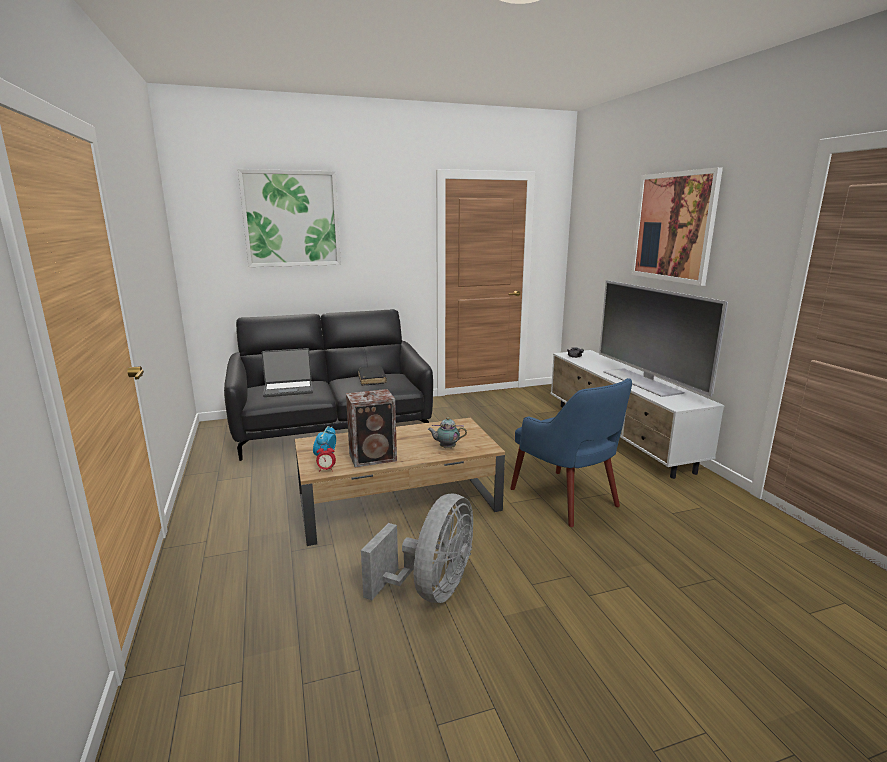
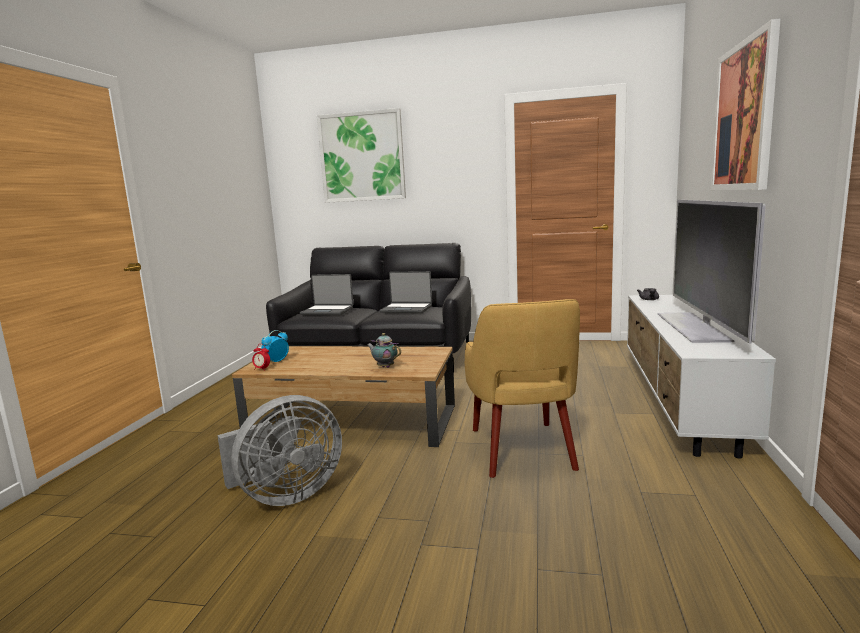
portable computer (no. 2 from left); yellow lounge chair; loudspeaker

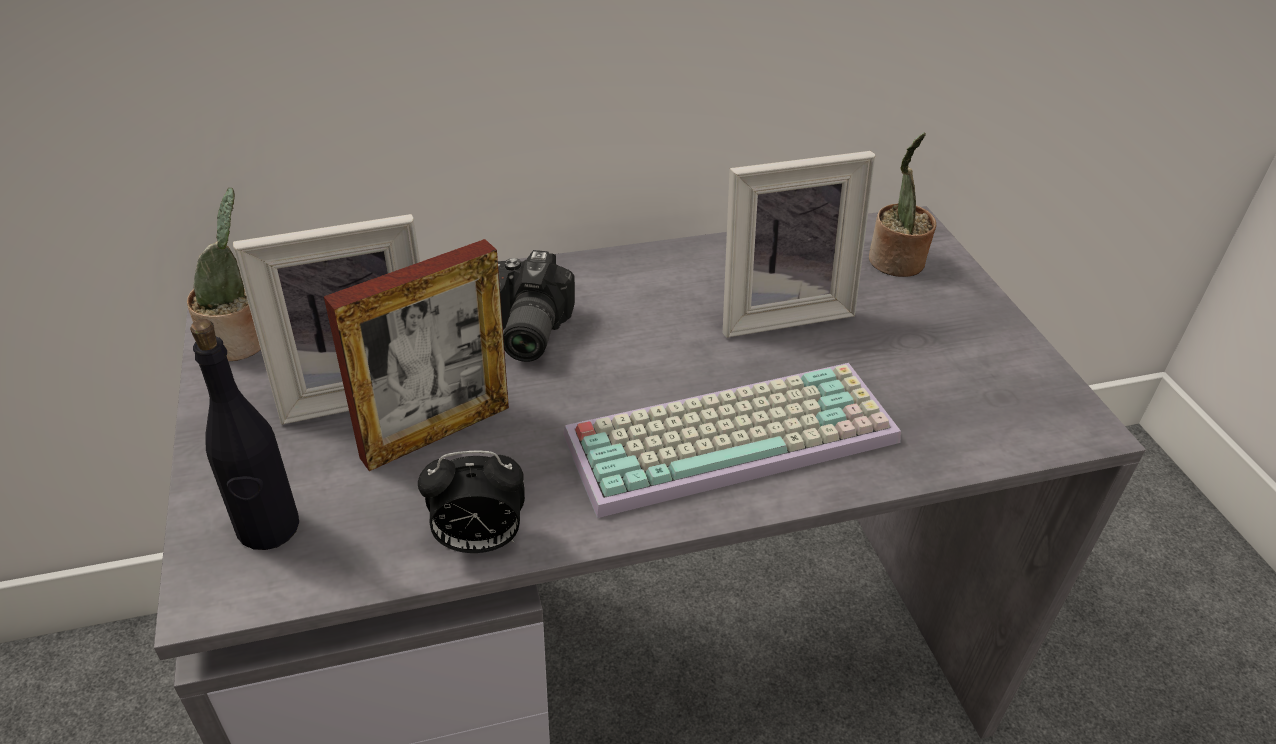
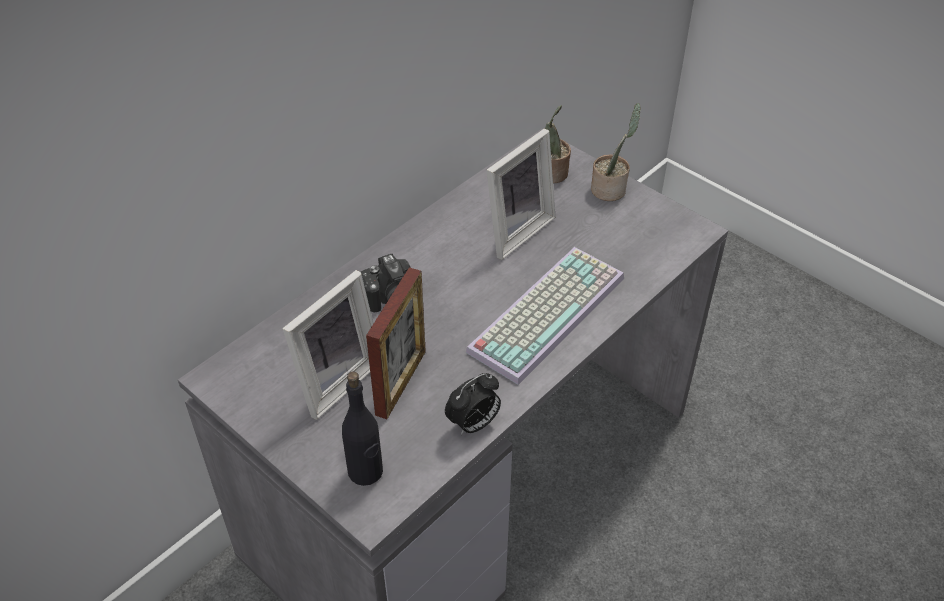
houseplant (no. 2 from left)

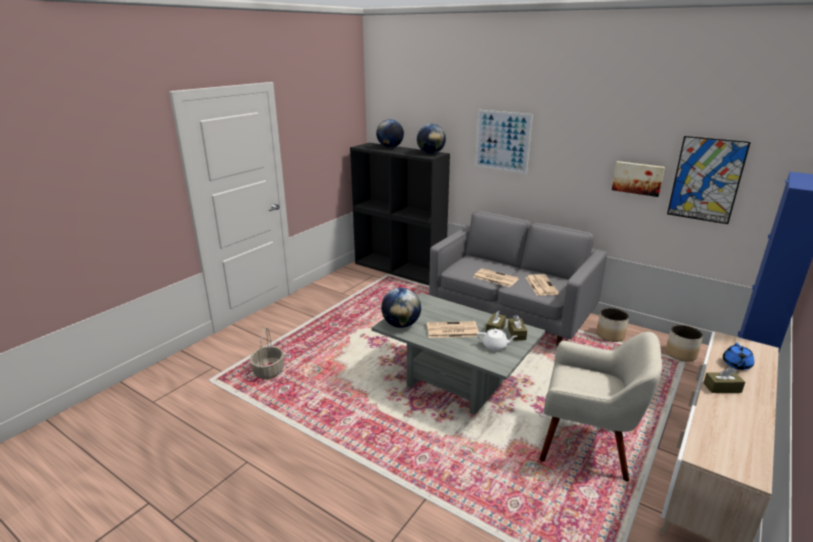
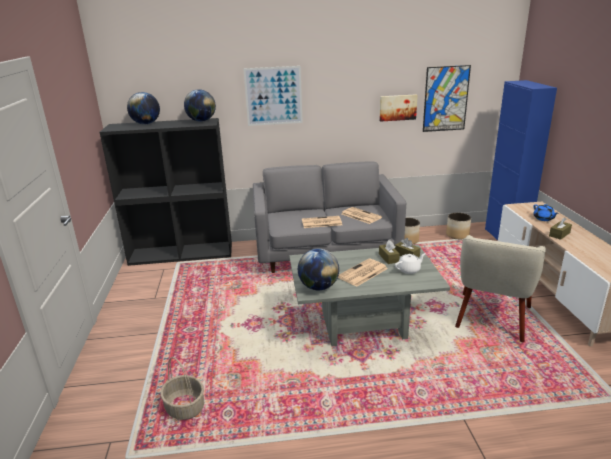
beige lounge chair

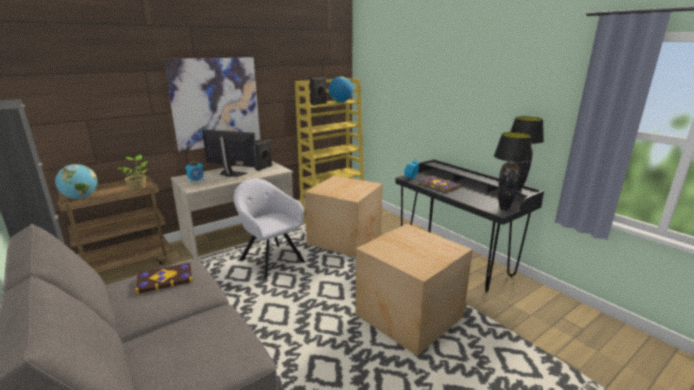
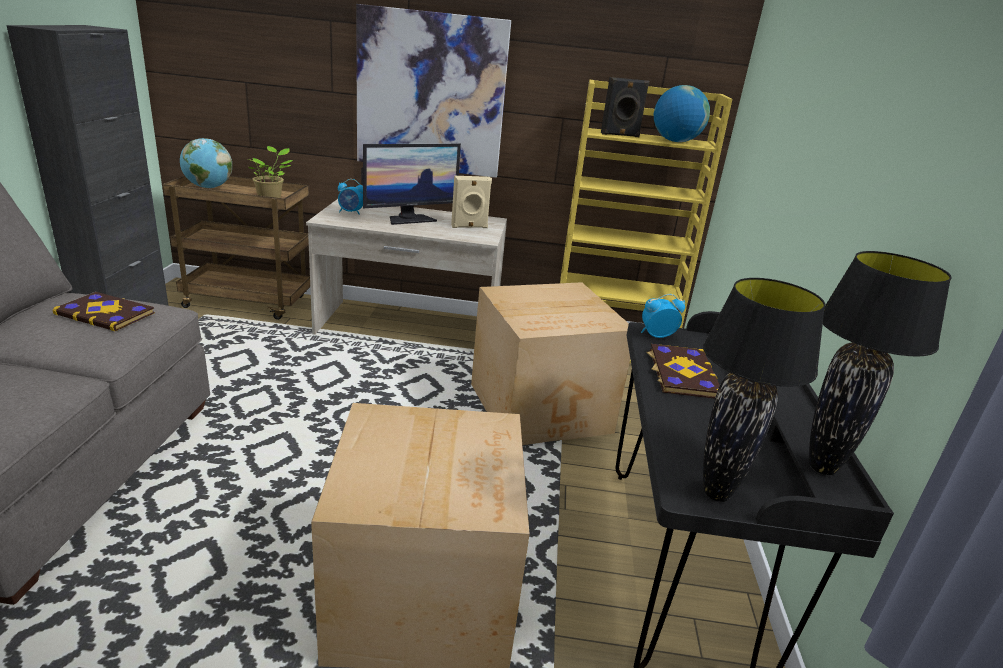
computer screen; beige loudspeaker; gray lounge chair

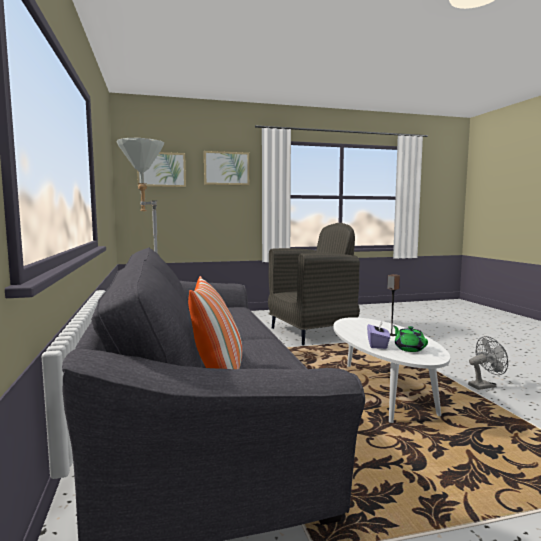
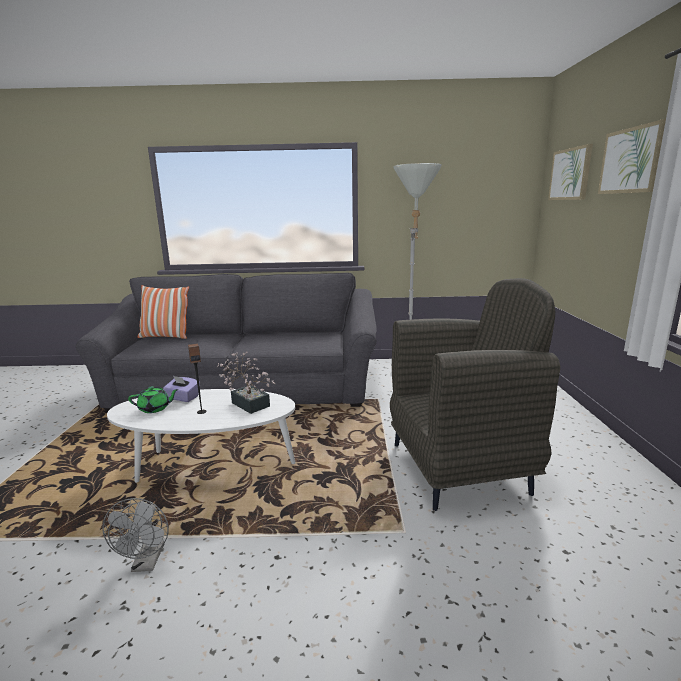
gray lounge chair; houseplant

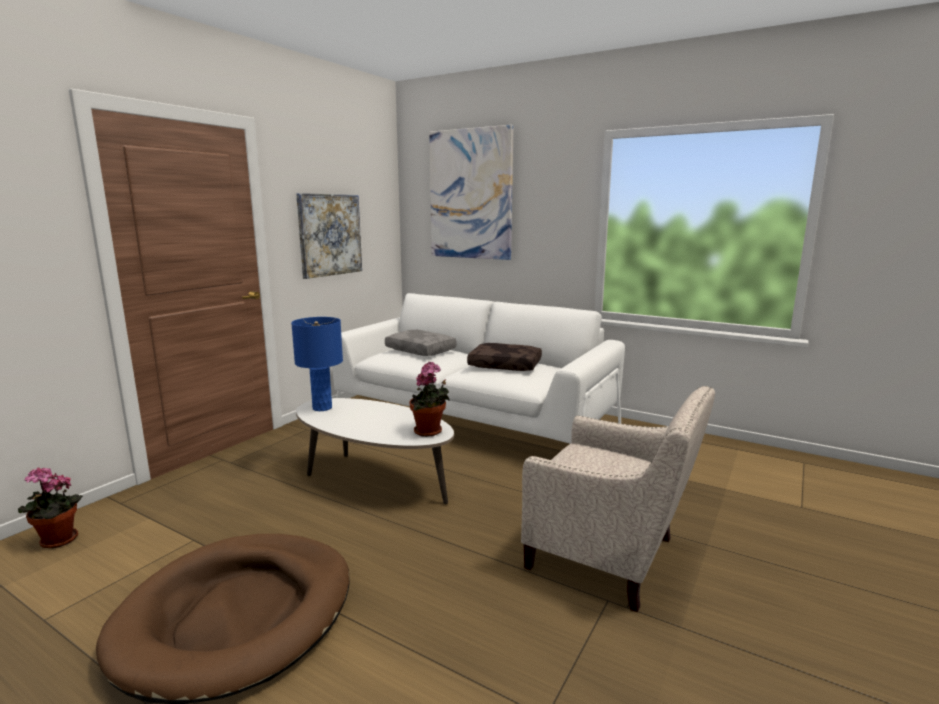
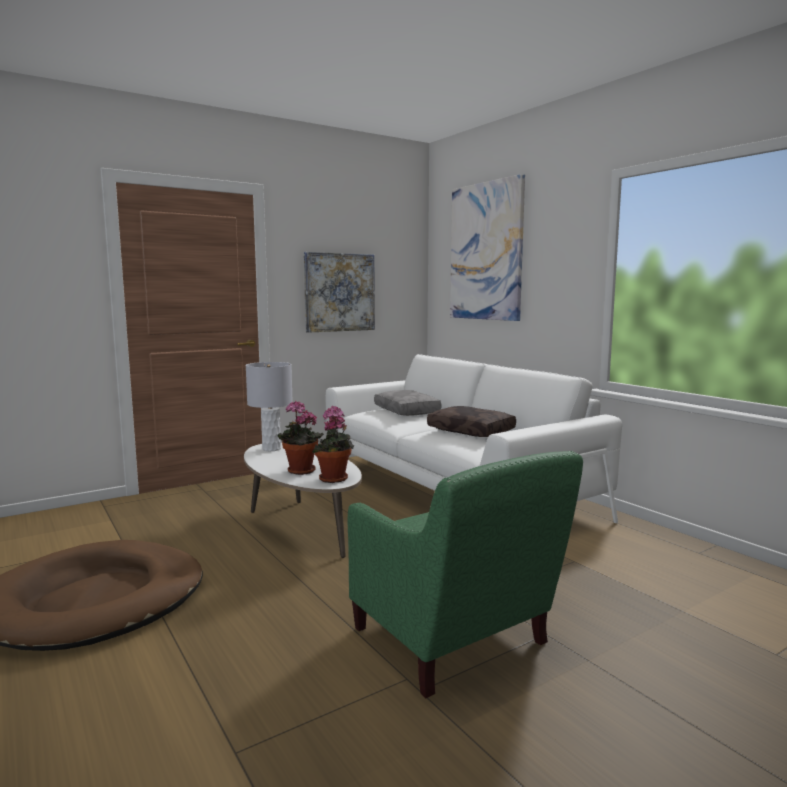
gray tabletop lamp; green lounge chair; houseplant (no. 1 from left)

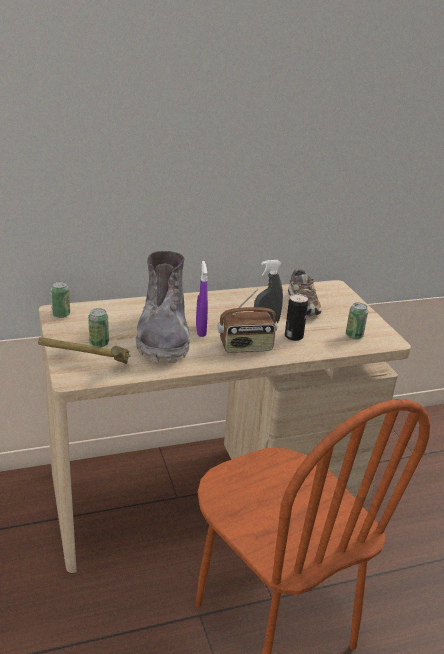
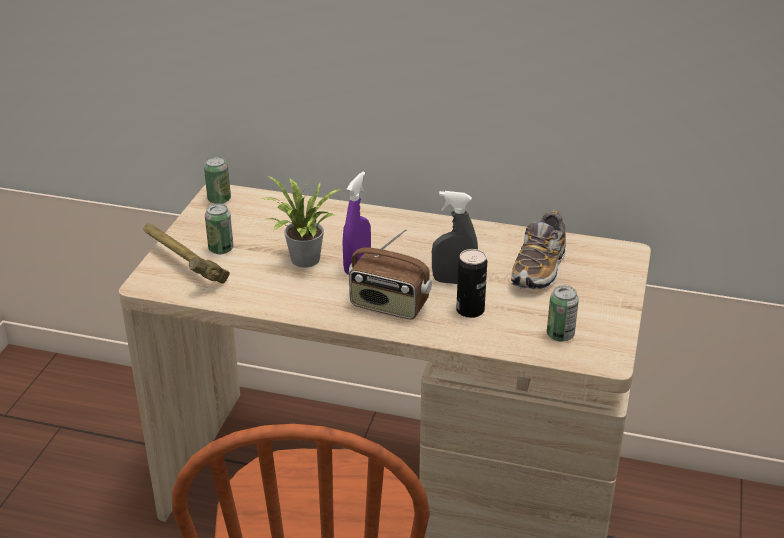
houseplant

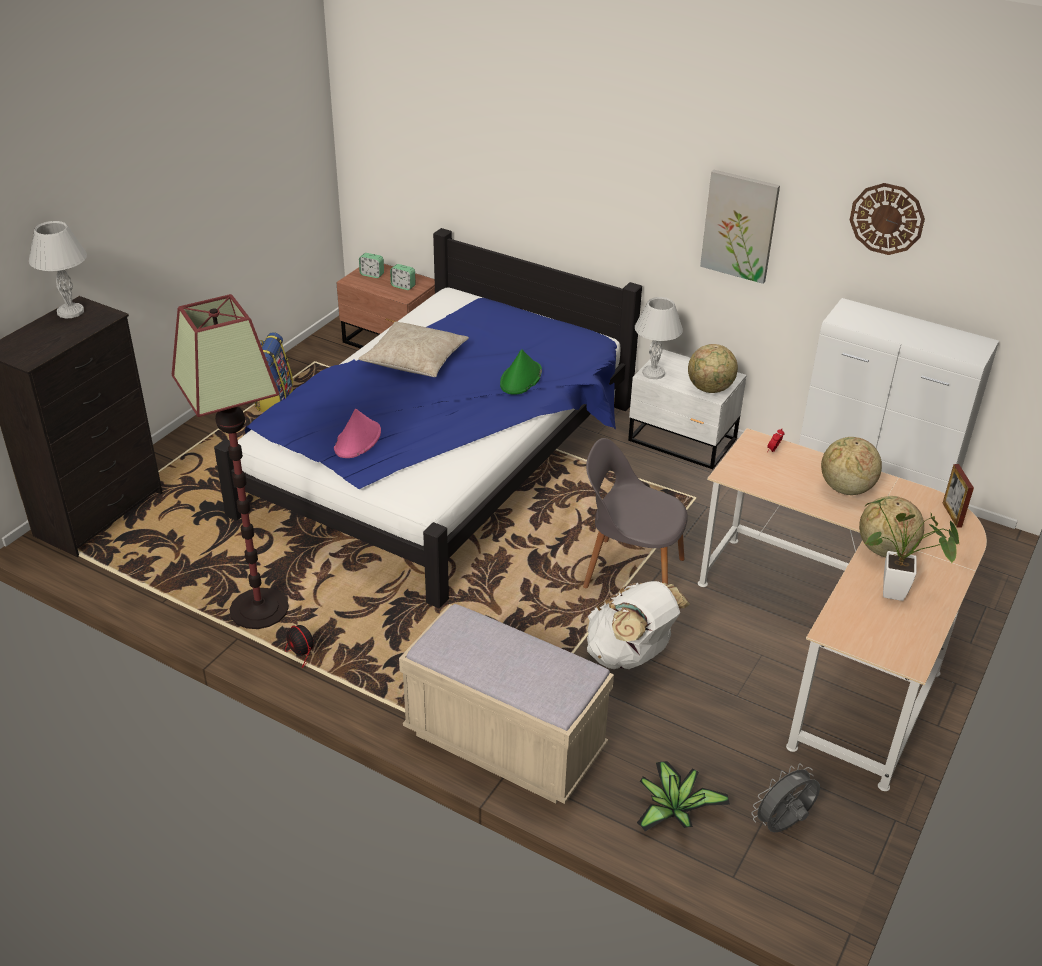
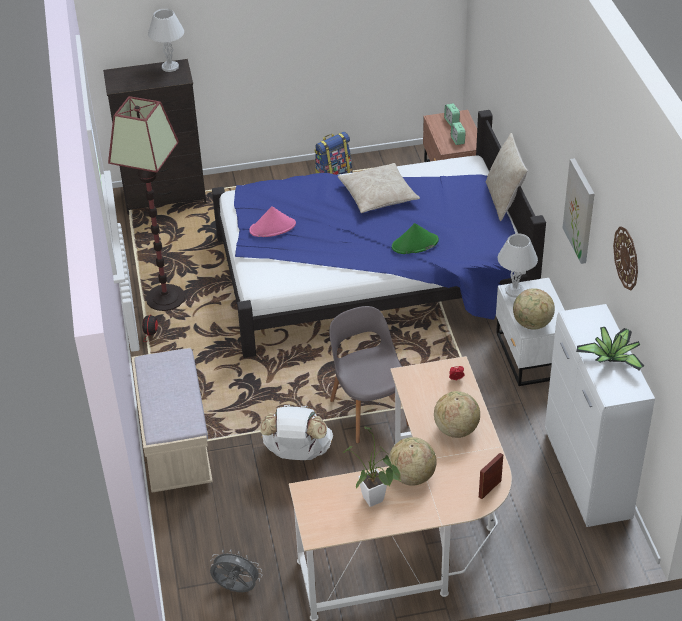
houseplant (no. 2 from left); beige pillow (no. 2 from left)

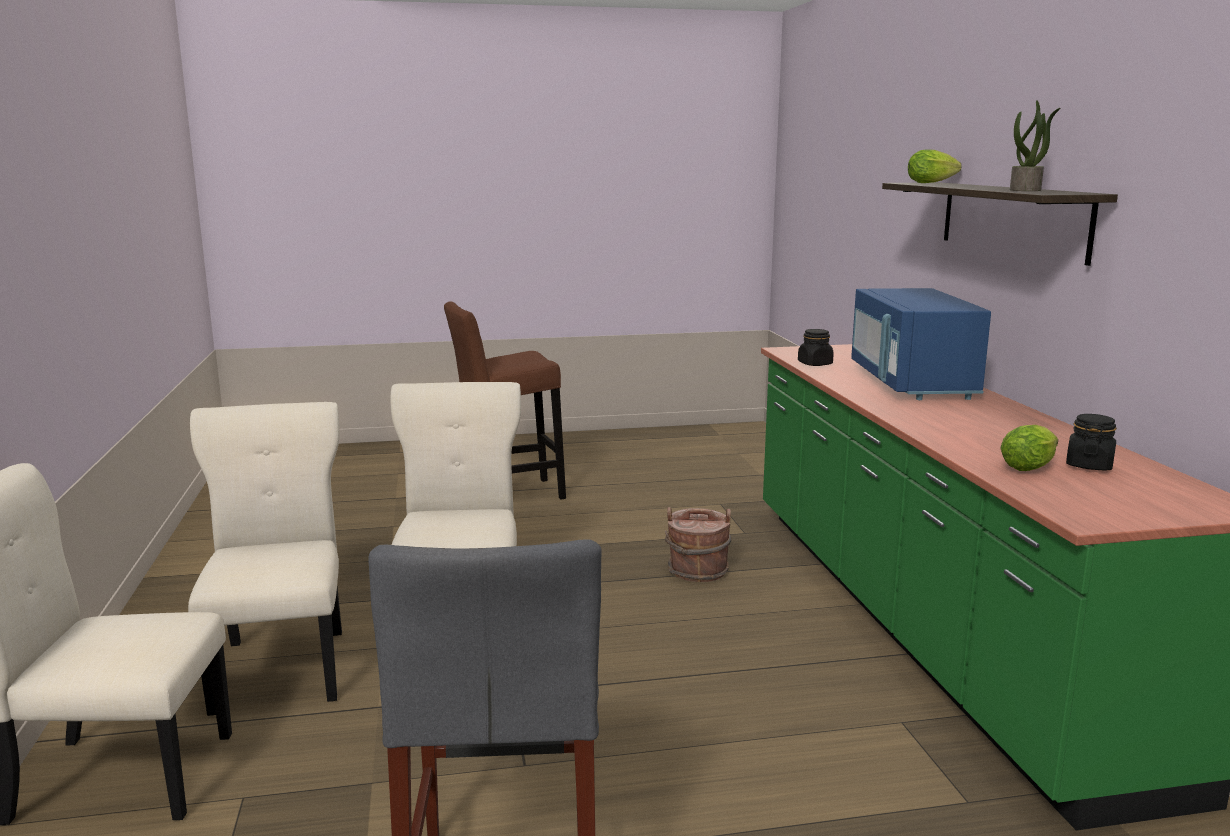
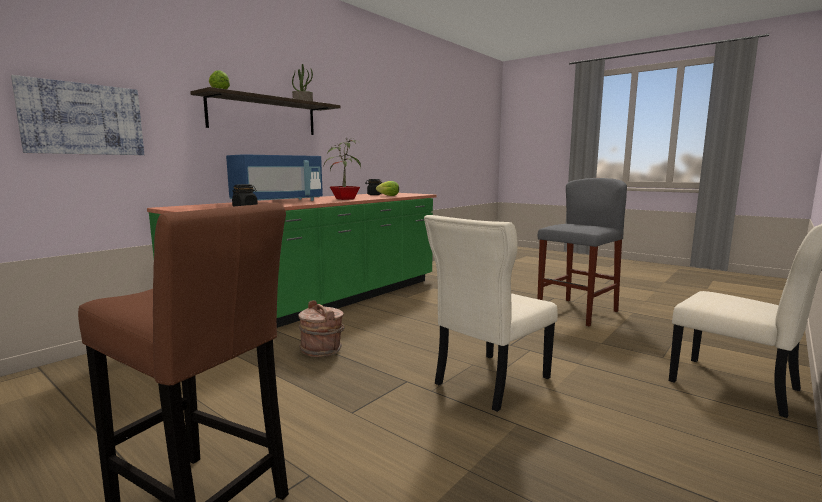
beige chair (no. 2 from left in the first image); wall art; houseplant (no. 2 from left)

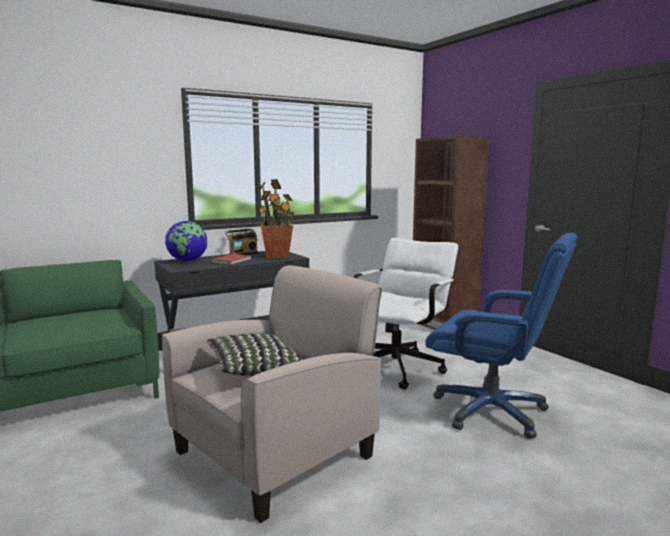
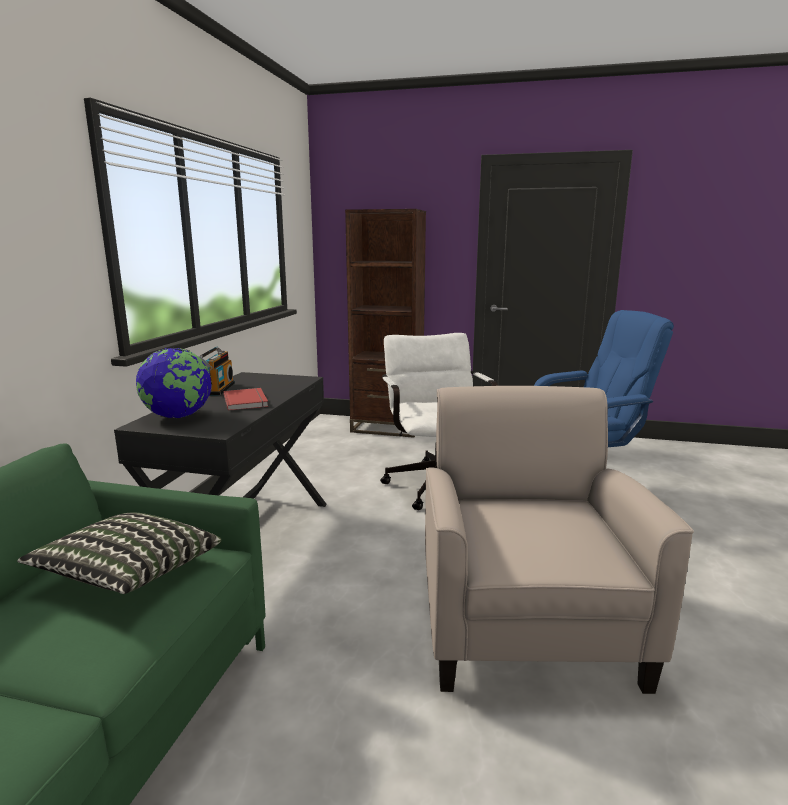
houseplant; pillow

